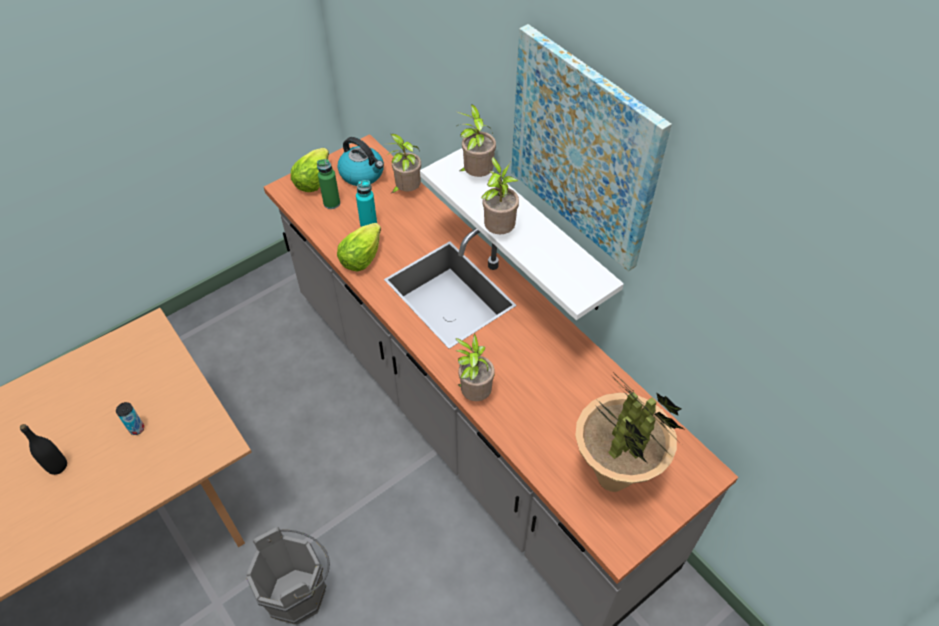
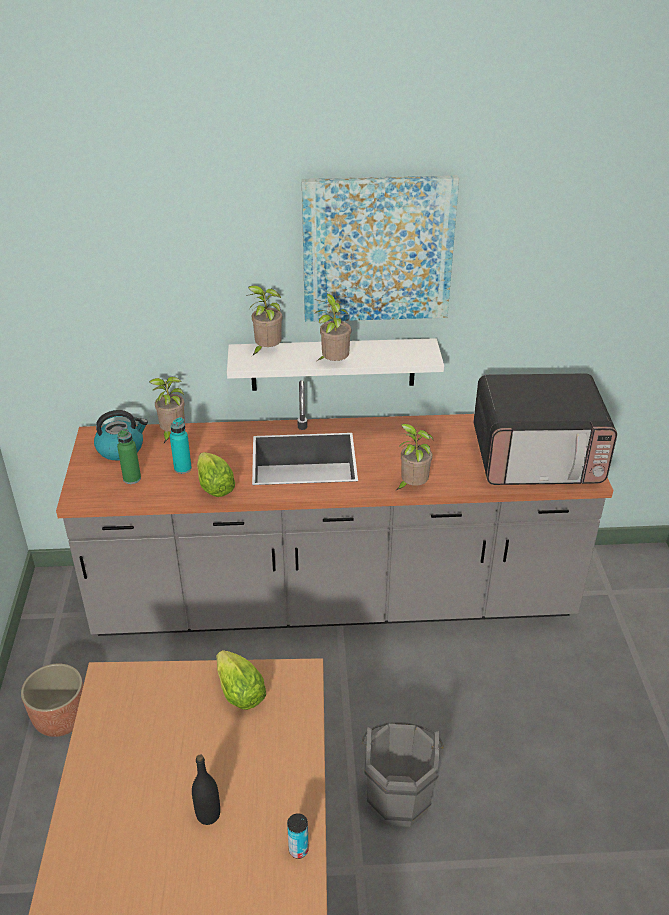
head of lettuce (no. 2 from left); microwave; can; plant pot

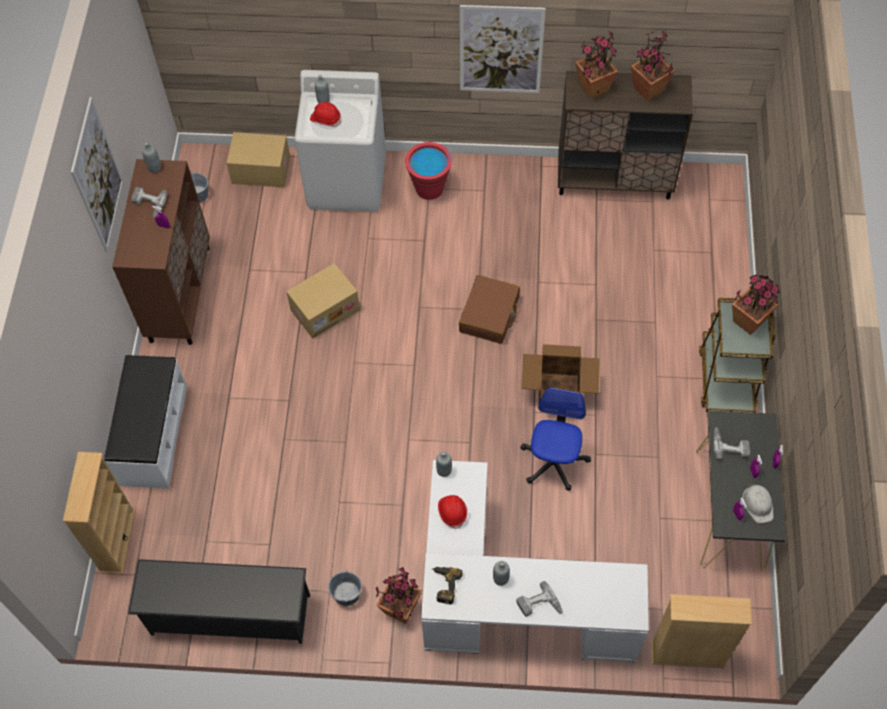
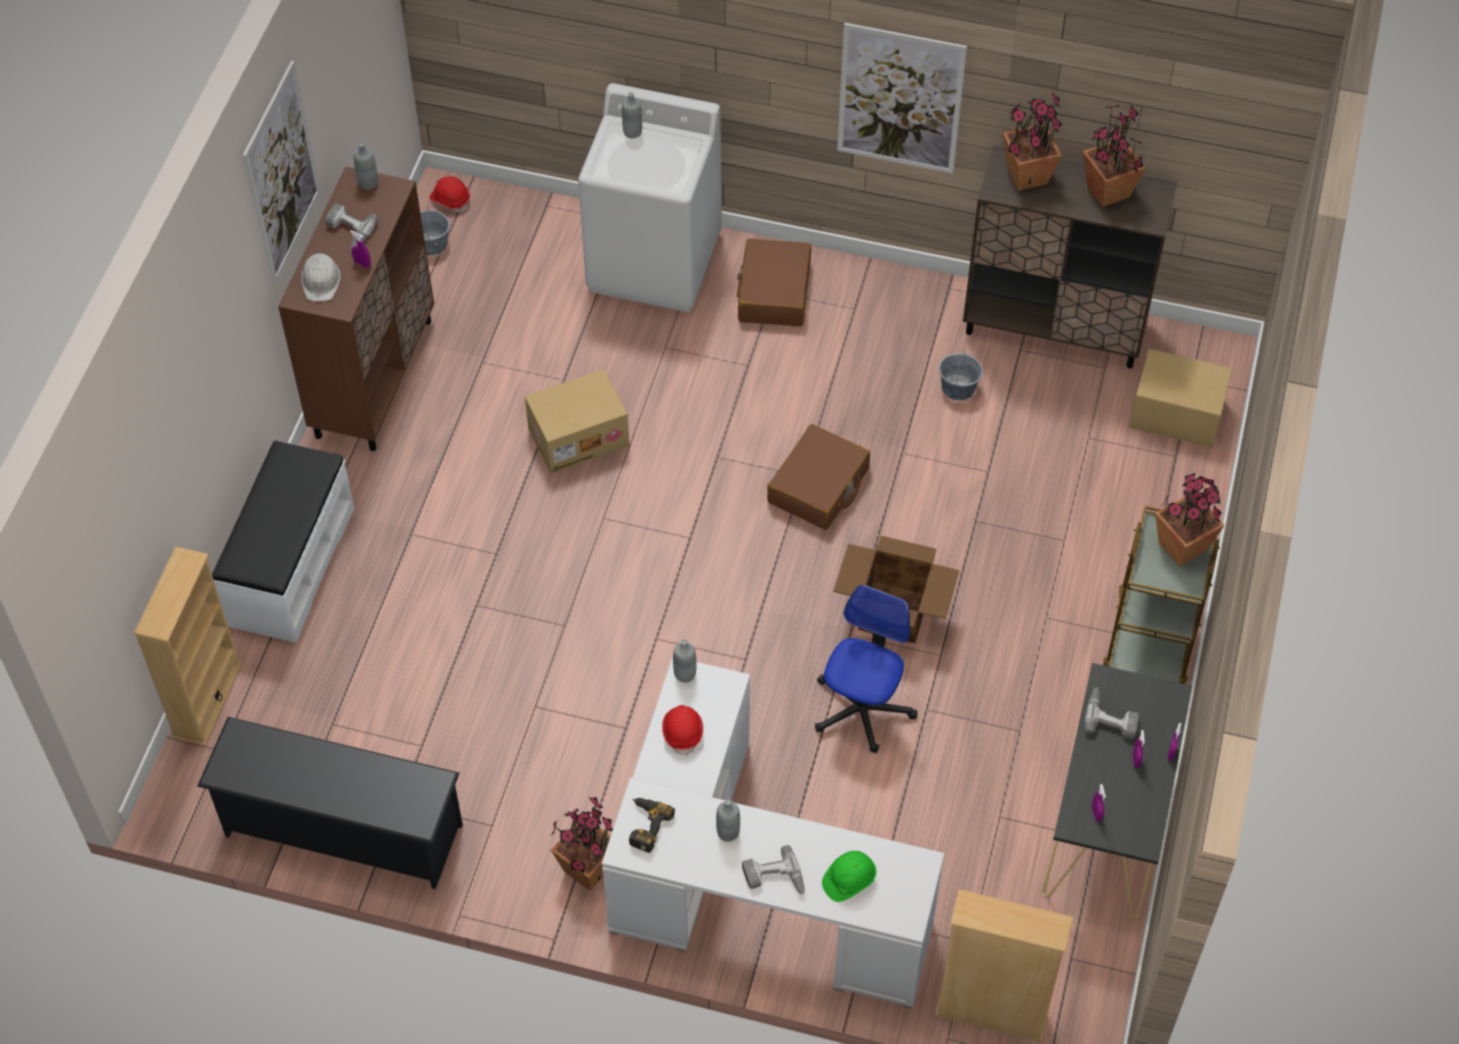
reddish work helmet (no. 1 from left); packing box (no. 3 from left); brownish piece of luggage (no. 1 from left); whitish work helmet; gray pail (no. 2 from left); green work helmet

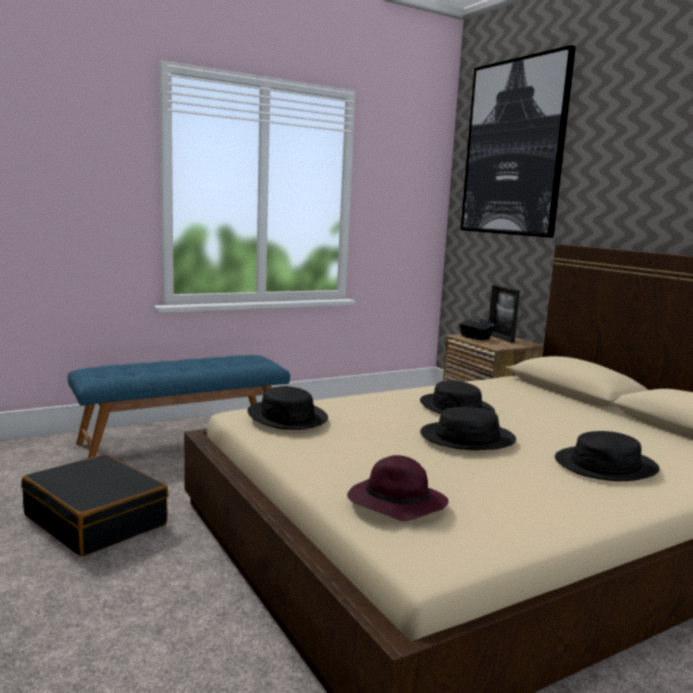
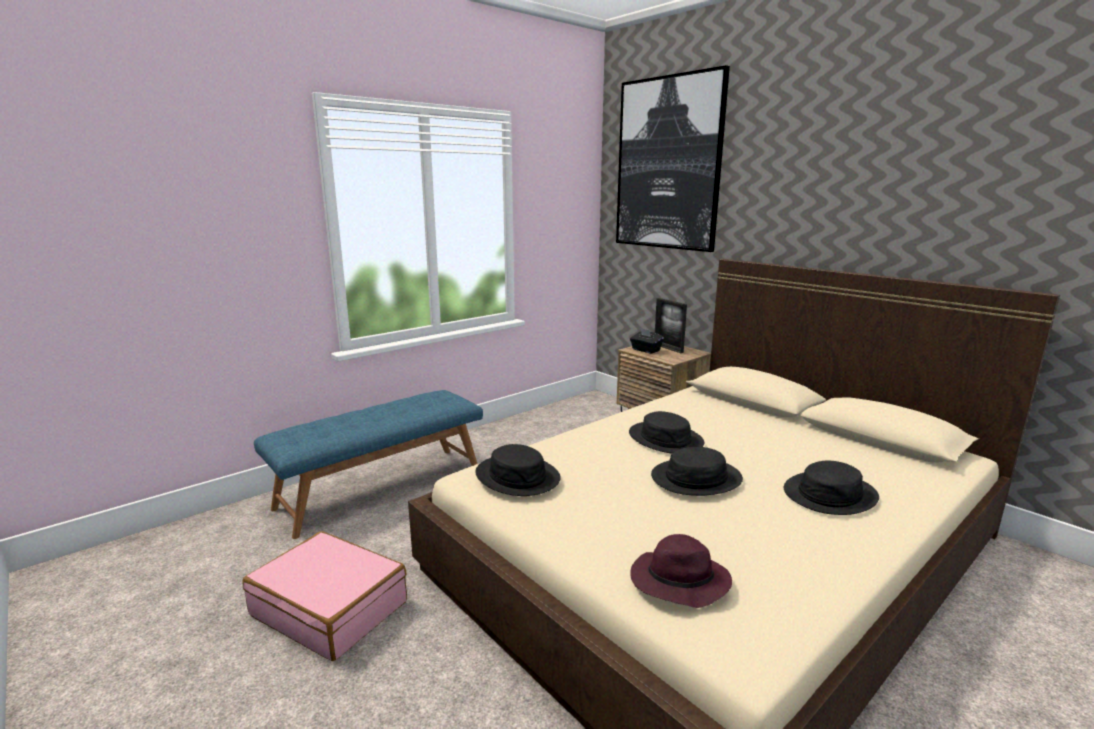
pink piece of luggage

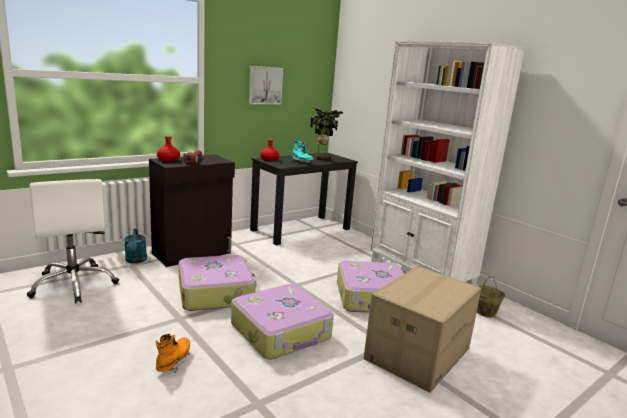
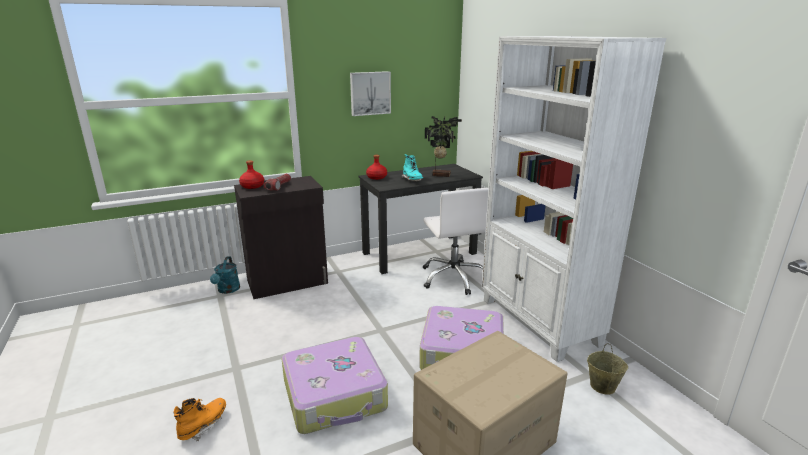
whitish office chair; piece of luggage (no. 1 from left in the first image)

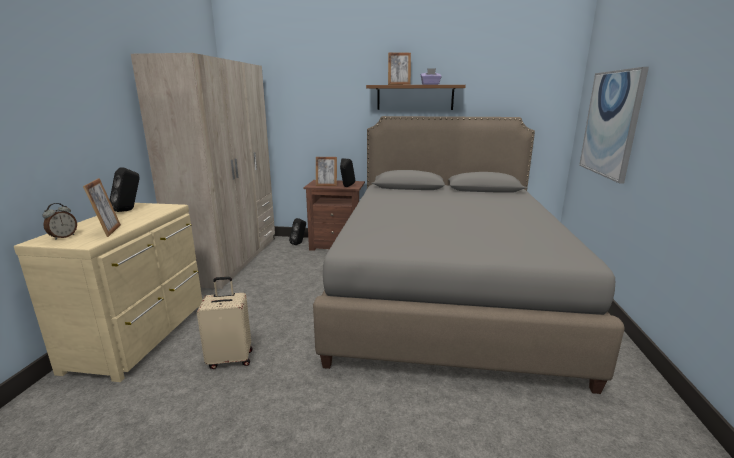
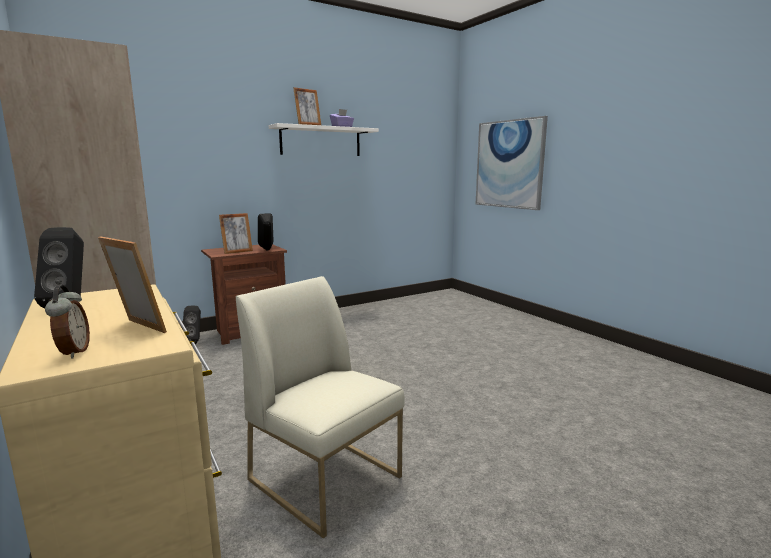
whitish shelf; gray bedroom bed; whitish chair

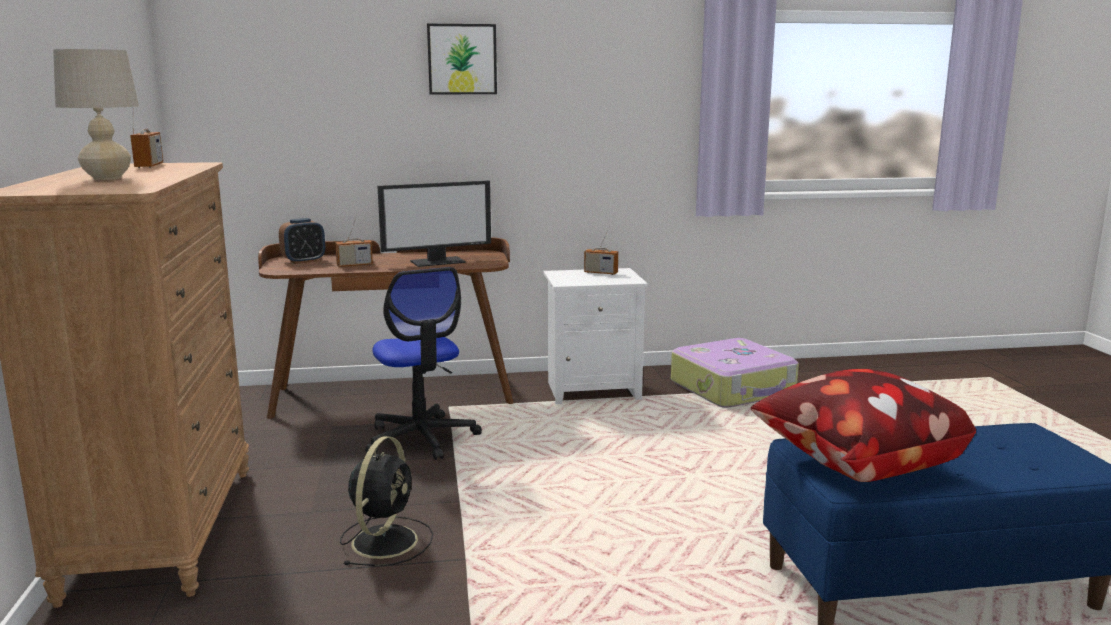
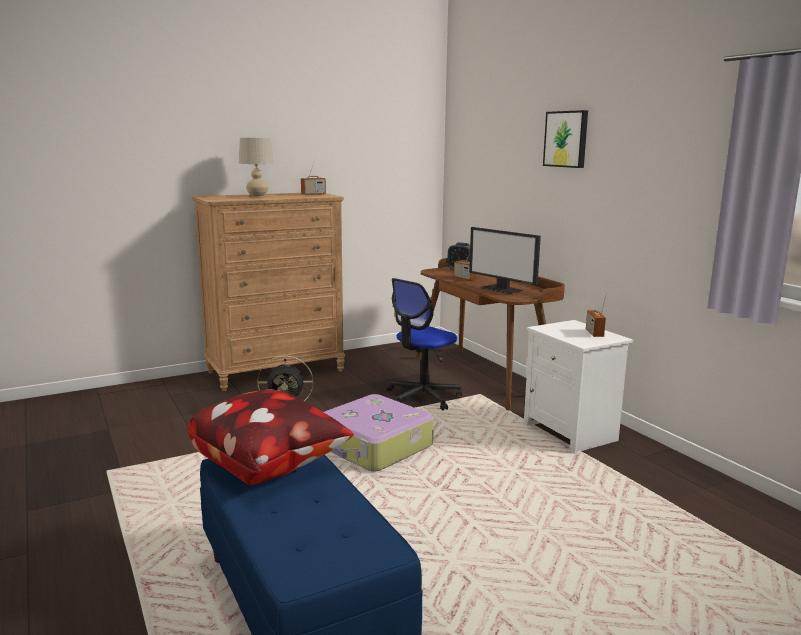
piece of luggage

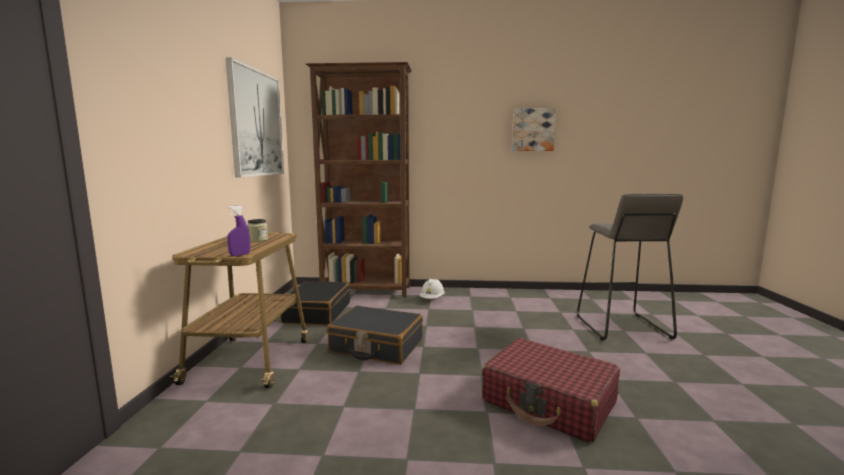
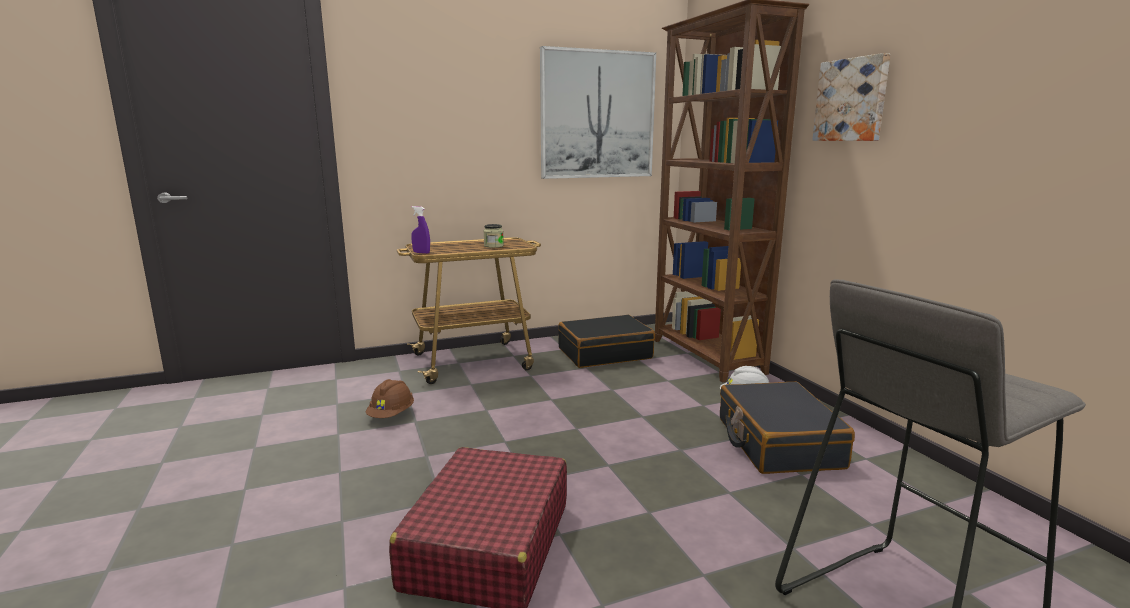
wall art (no. 2 from left); black piece of luggage (no. 2 from left); brownish work helmet

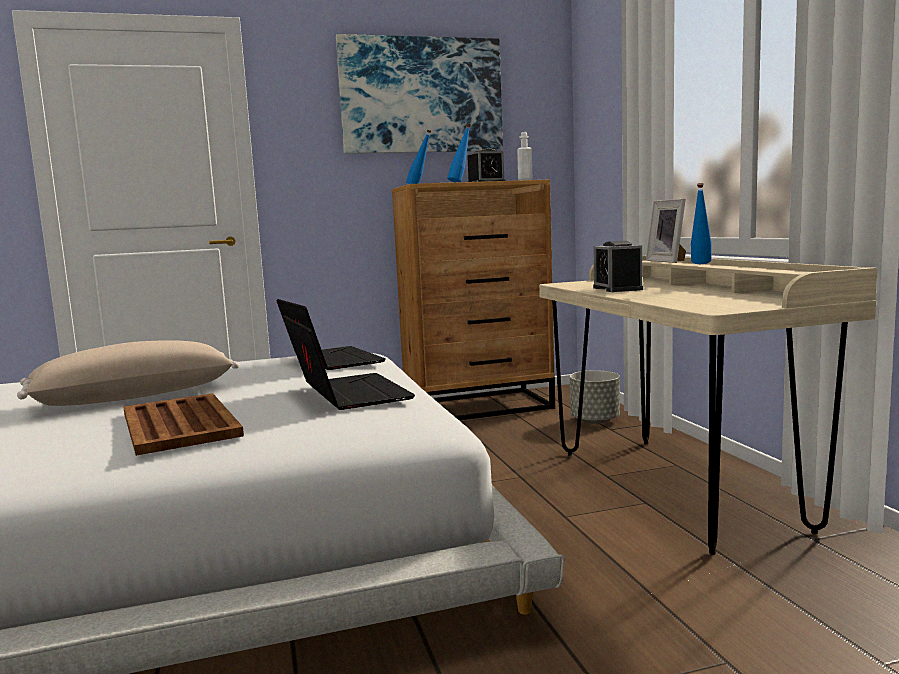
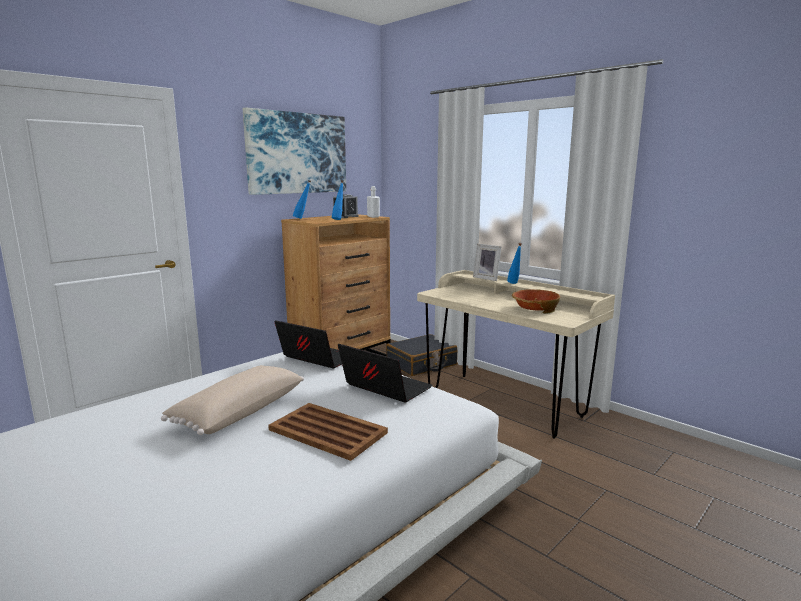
alarm clock (no. 2 from left in the first image); black piece of luggage; bowl

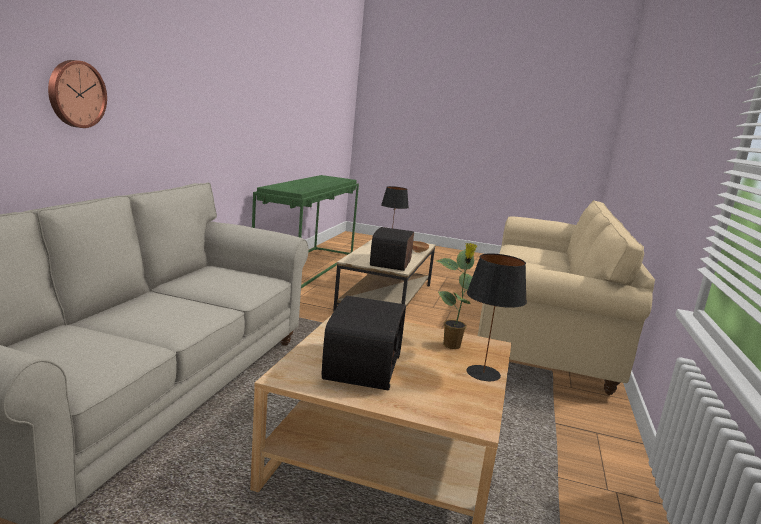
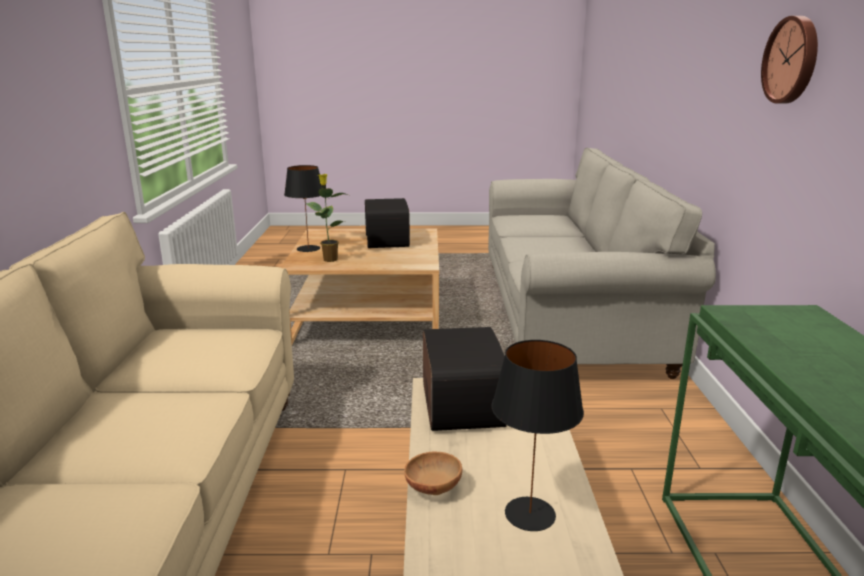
wall clock

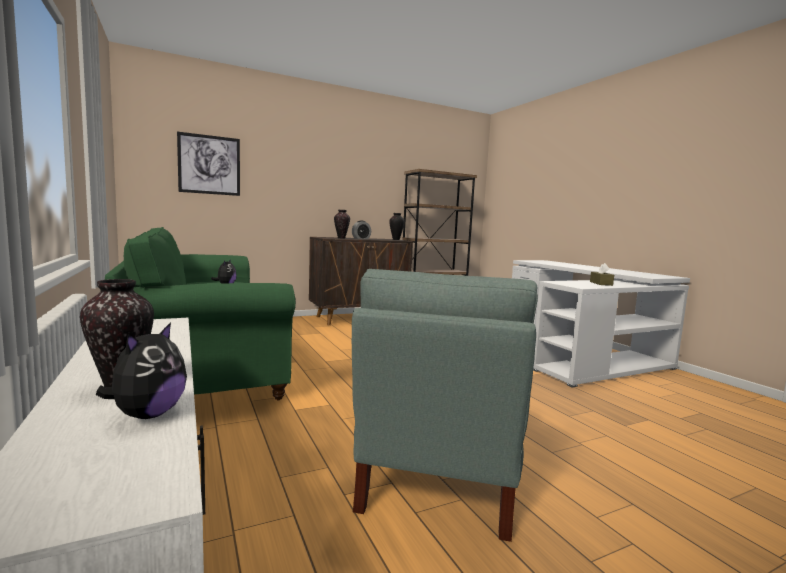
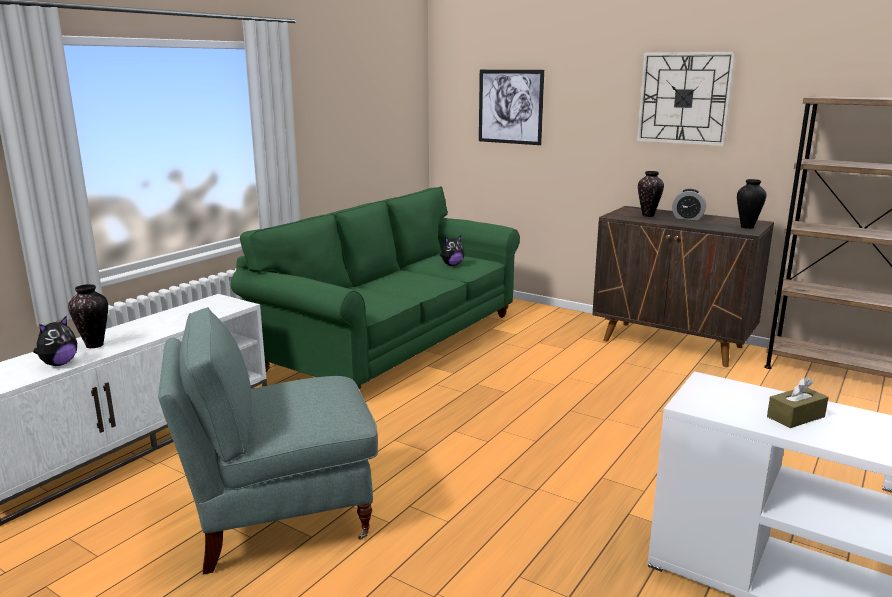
cuddly toy (no. 1 from left); wall clock

